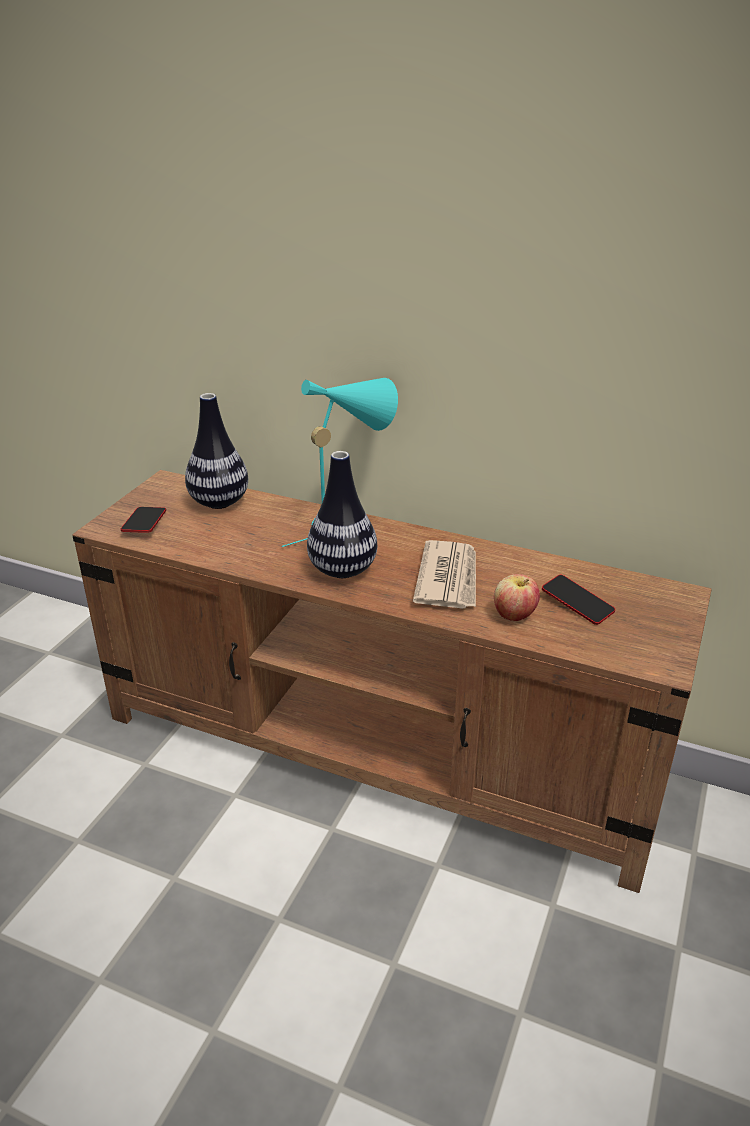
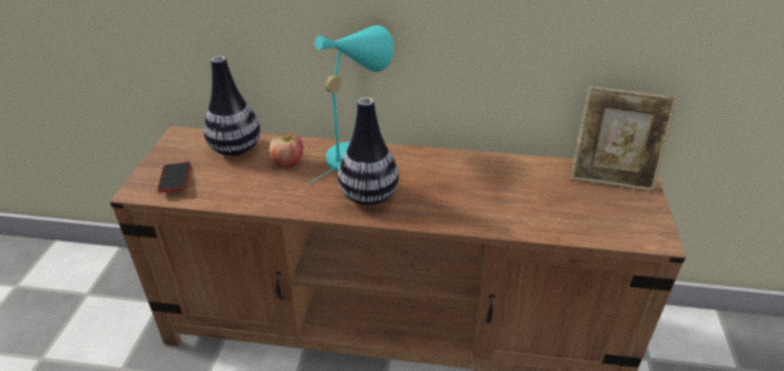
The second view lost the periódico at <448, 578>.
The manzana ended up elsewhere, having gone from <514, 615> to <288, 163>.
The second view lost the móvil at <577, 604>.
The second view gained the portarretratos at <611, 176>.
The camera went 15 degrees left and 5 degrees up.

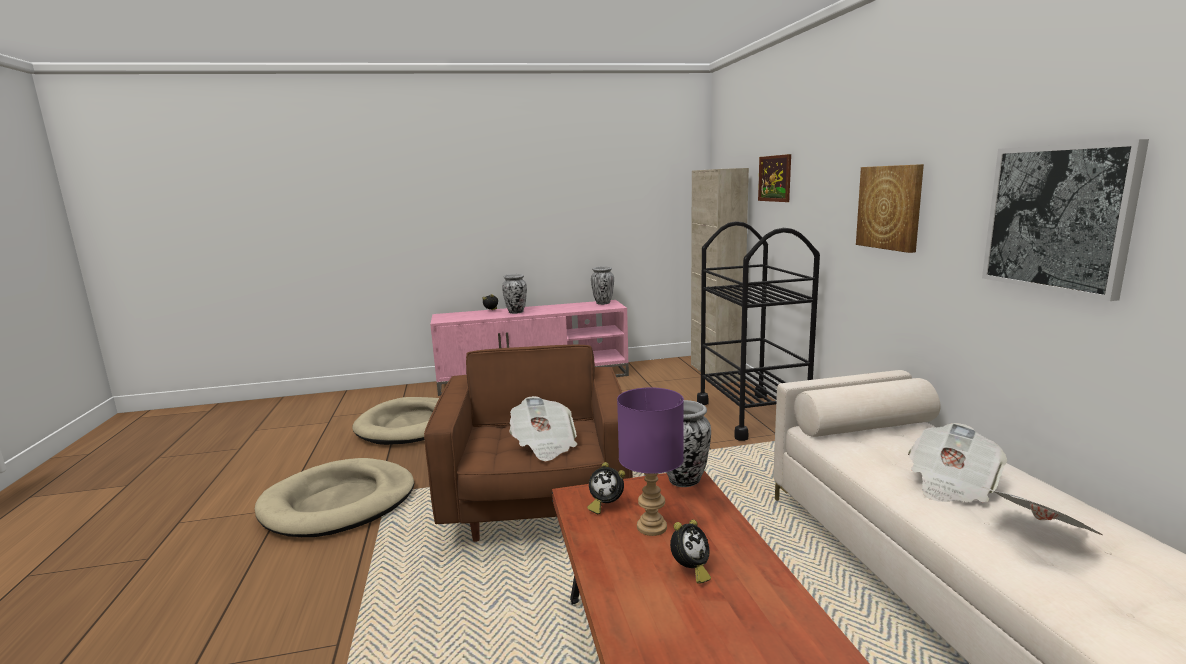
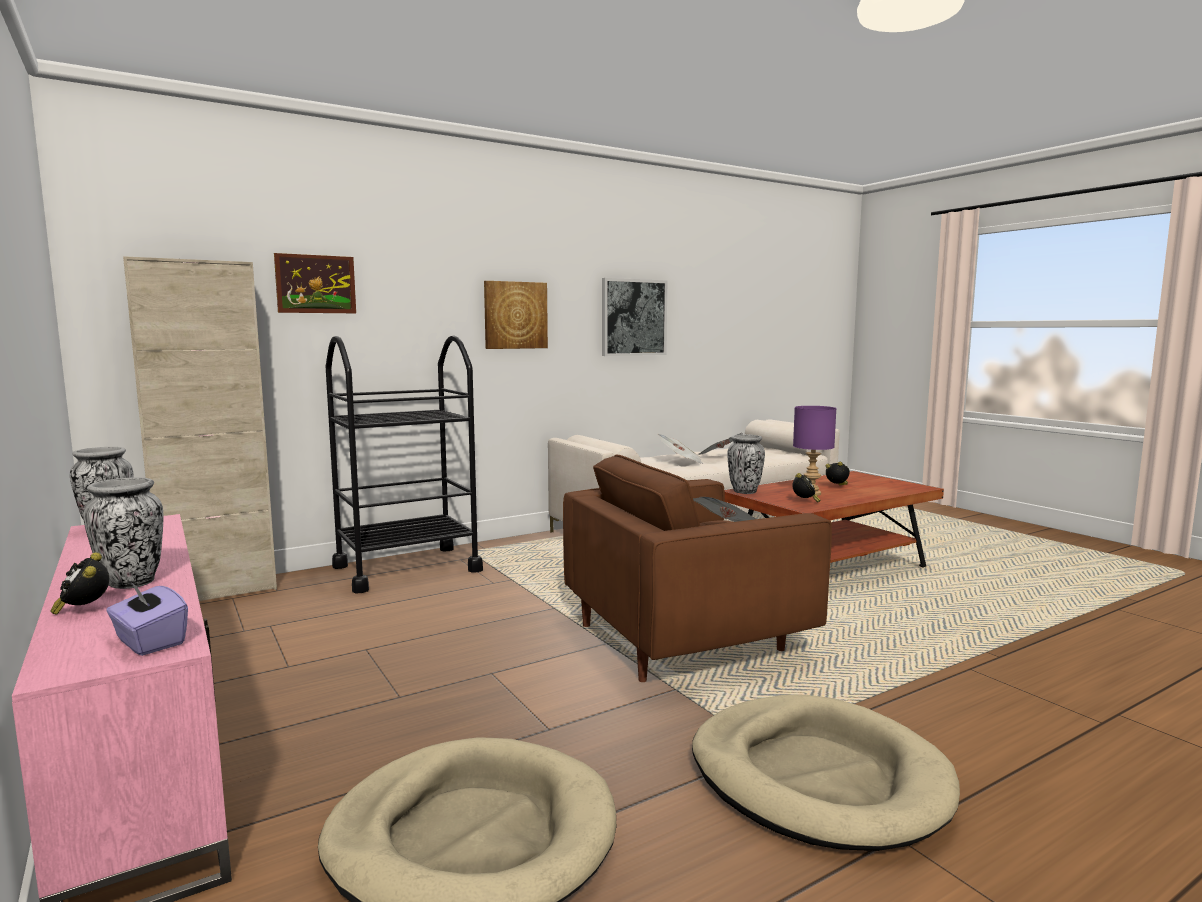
The second view gained the caja de pañuelos/morado at <149, 642>.
The camera went 110 degrees left and 5 degrees down.

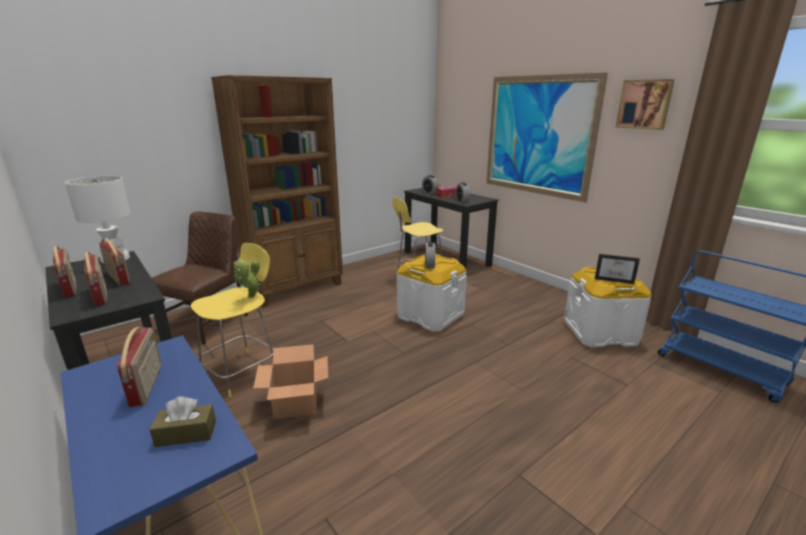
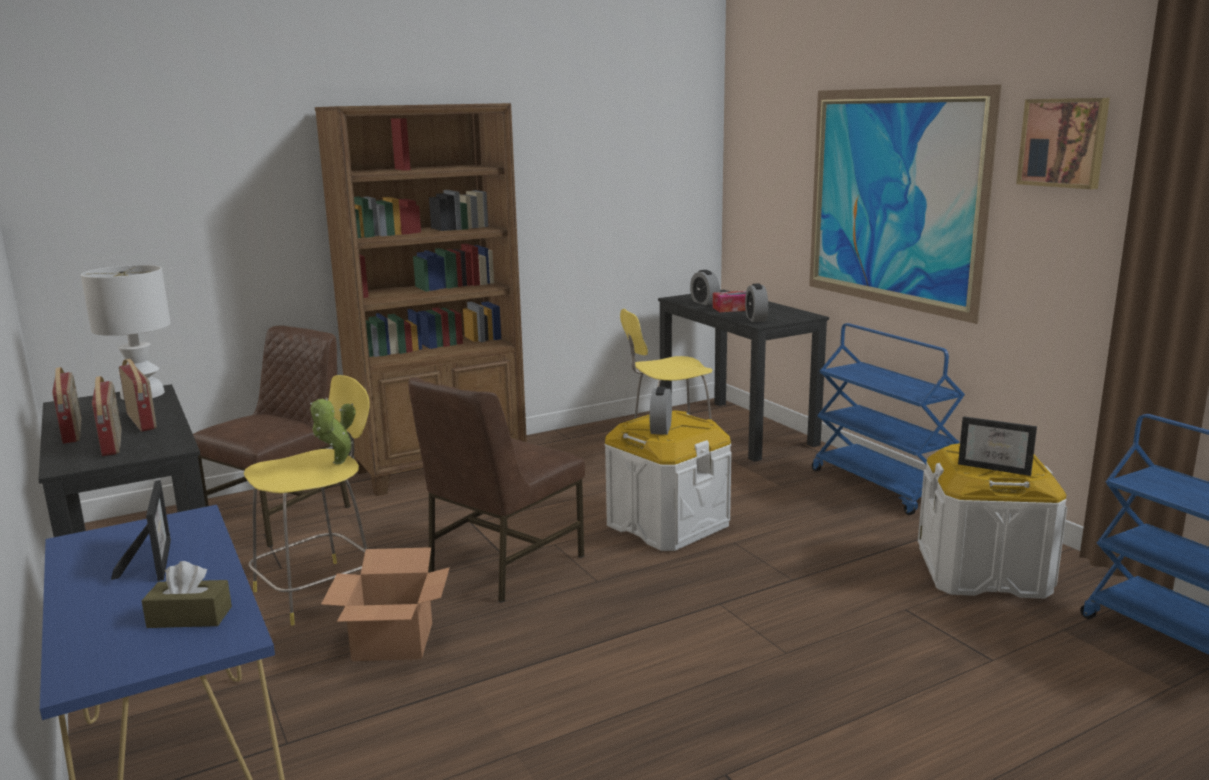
Where the radio stood at <147, 385>, the portarretratos came to stand at <154, 560>.
The second view gained the silla/marrón at <503, 565>.
The second view gained the carrito/azul at <882, 486>.
The camera went 10 degrees right and 5 degrees down.

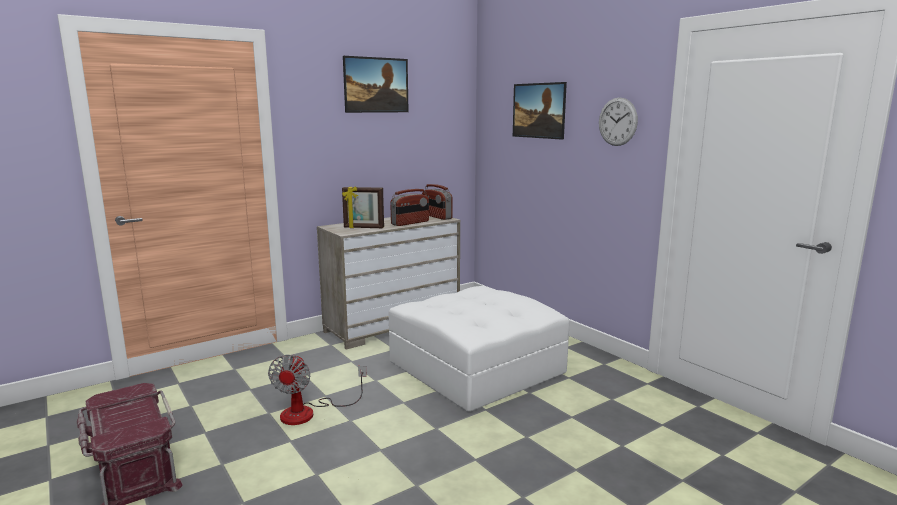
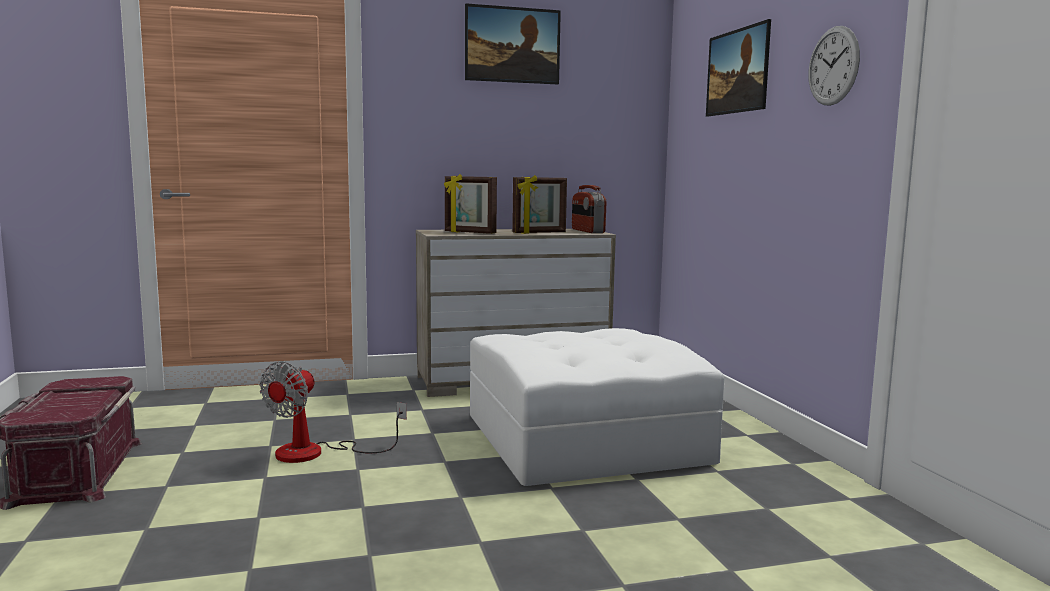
Where the radio stood at <410, 223>, the portarretratos came to stand at <539, 233>.
The camera went 20 degrees right and 5 degrees down.

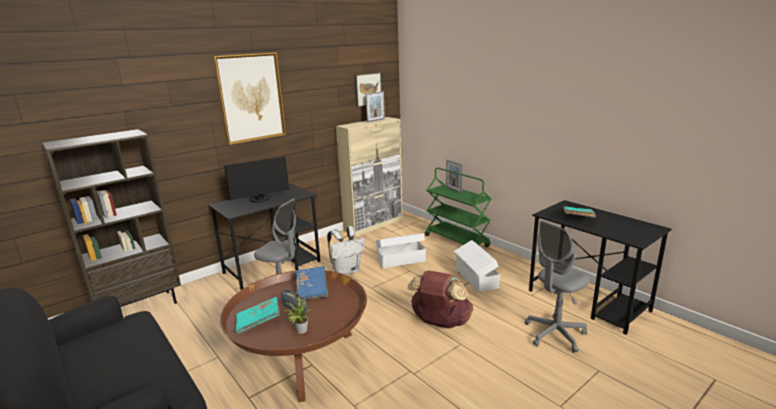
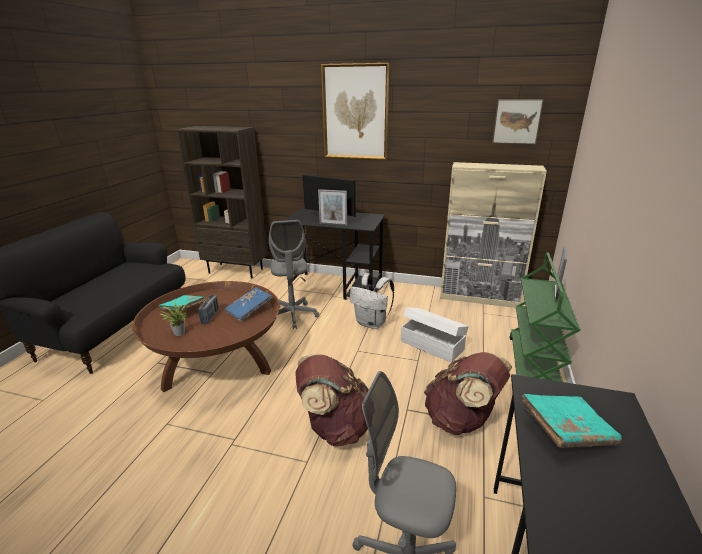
The portarretratos ended up elsewhere, having gone from <376, 120> to <333, 224>.
Where the caja de almacenaje/blanco stood at <476, 279>, the mochila/marrón came to stand at <461, 420>.
The camera went 55 degrees right and 5 degrees up.

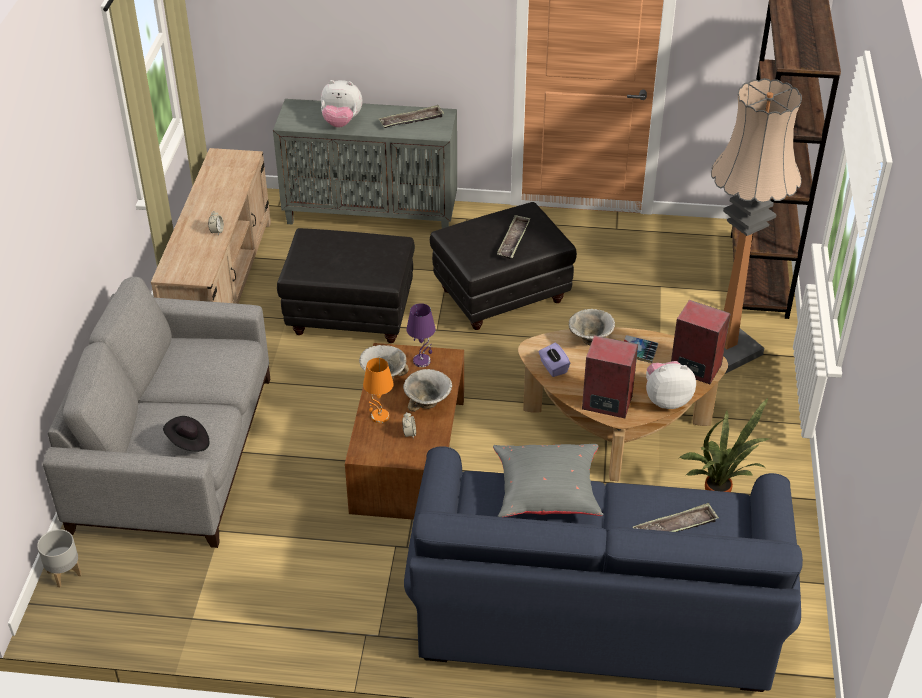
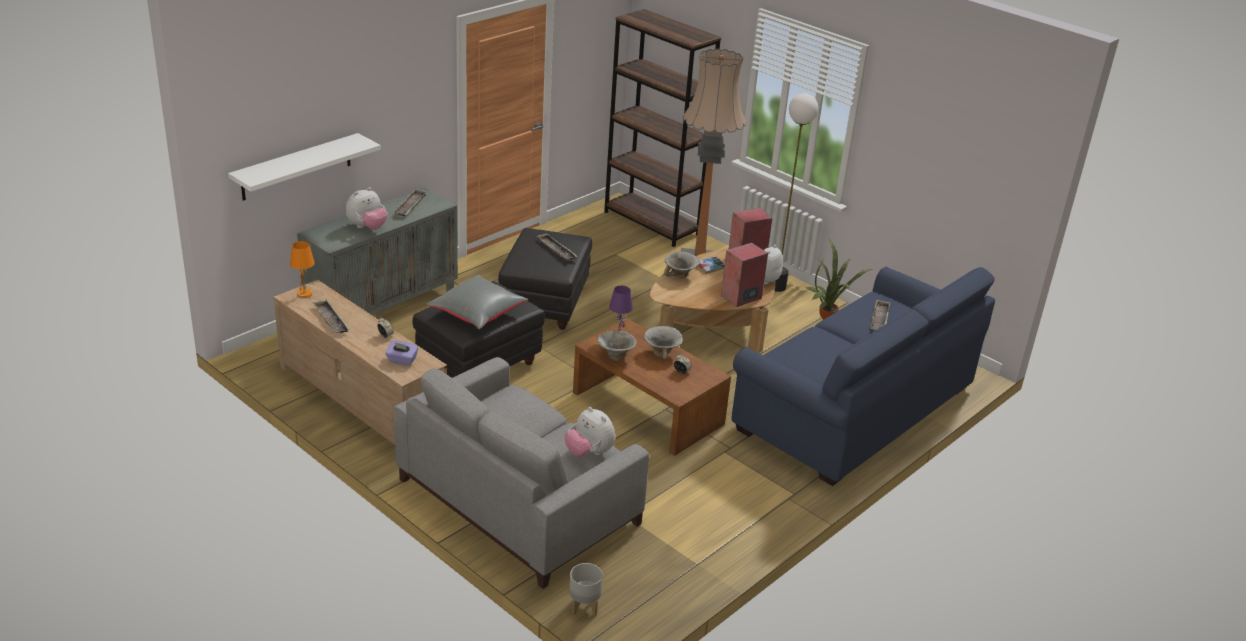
Where the sombrero/negro stood at <188, 443>, the peluche came to stand at <589, 453>.
The lámpara de mesa/naranja ended up elsewhere, having gone from <379, 417> to <304, 294>.
The cojín/gris ended up elsewhere, having gone from <547, 494> to <478, 315>.
The caja de pañuelos/morado ended up elsewhere, having gone from <553, 367> to <402, 360>.
The second view gained the estante/blanco at <296, 167>.
The second view gained the bandeja at <331, 320>.
The second view gained the lámpara de pie at <777, 287>.
The camera went 55 degrees left and 10 degrees down.

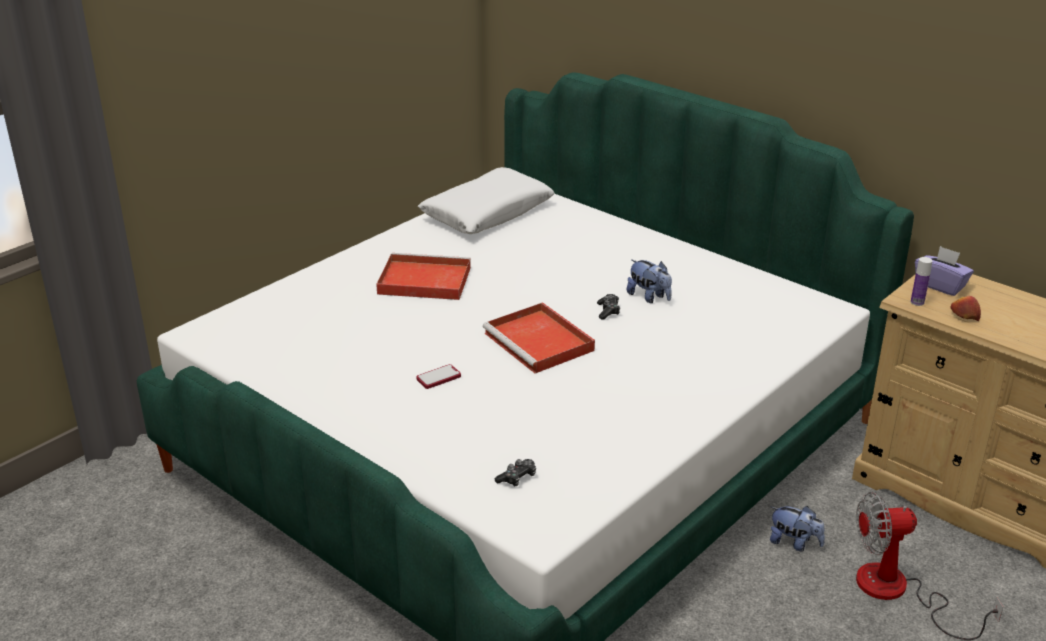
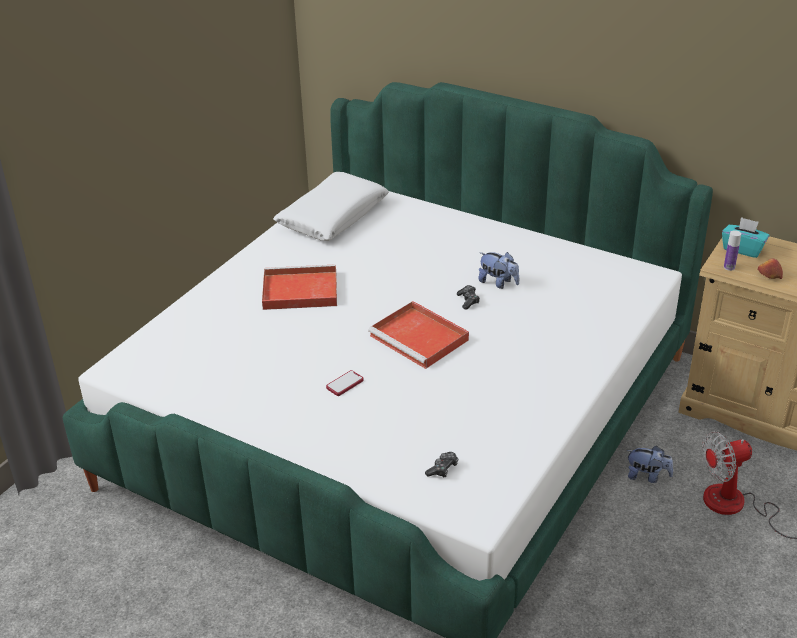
What was the caja de pañuelos/morado at <940, 285> turned into the caja de pañuelos/turquesa at <743, 249>.
The camera went 10 degrees left and 5 degrees up.

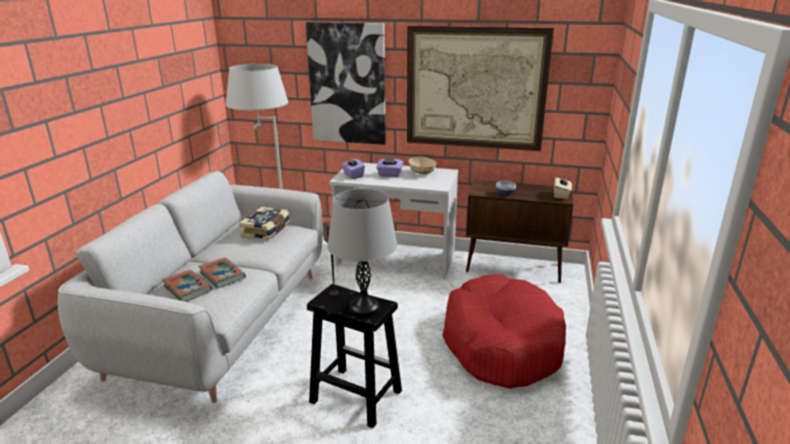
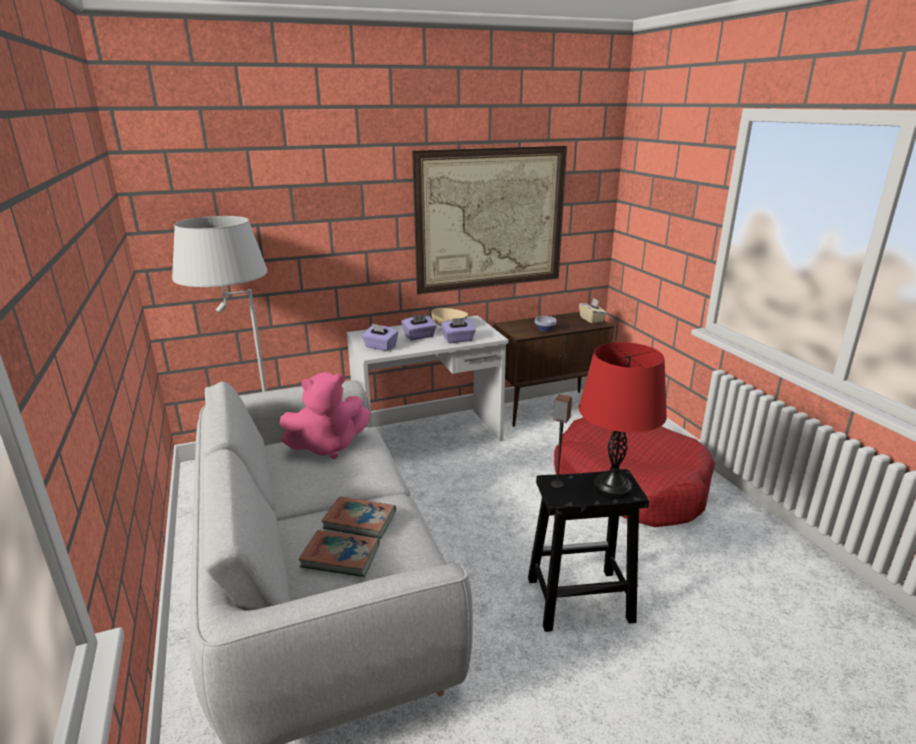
Where the libro stood at <267, 231>, the peluche/rosa came to stand at <328, 446>.
The second view lost the cuadro at <347, 84>.
What was the lámpara de mesa/gris at <364, 308> turned into the lámpara de mesa/rojo at <612, 488>.
The second view gained the caja de pañuelos/morado at <458, 340>.
The camera went 35 degrees left and 0 degrees up.

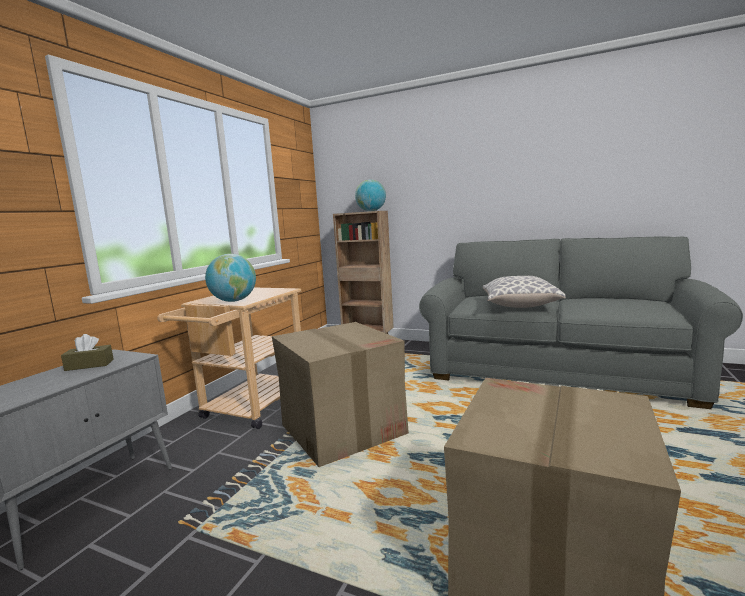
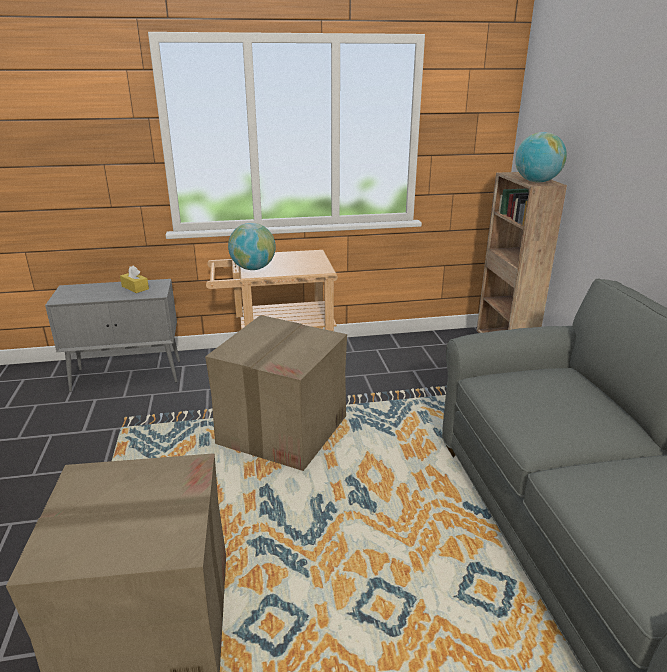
What was the caja de pañuelos/marrón at <89, 365> turned into the caja de pañuelos/amarillo at <135, 288>.
The second view lost the cojín at <520, 306>.
The camera went 55 degrees right and 15 degrees up.

